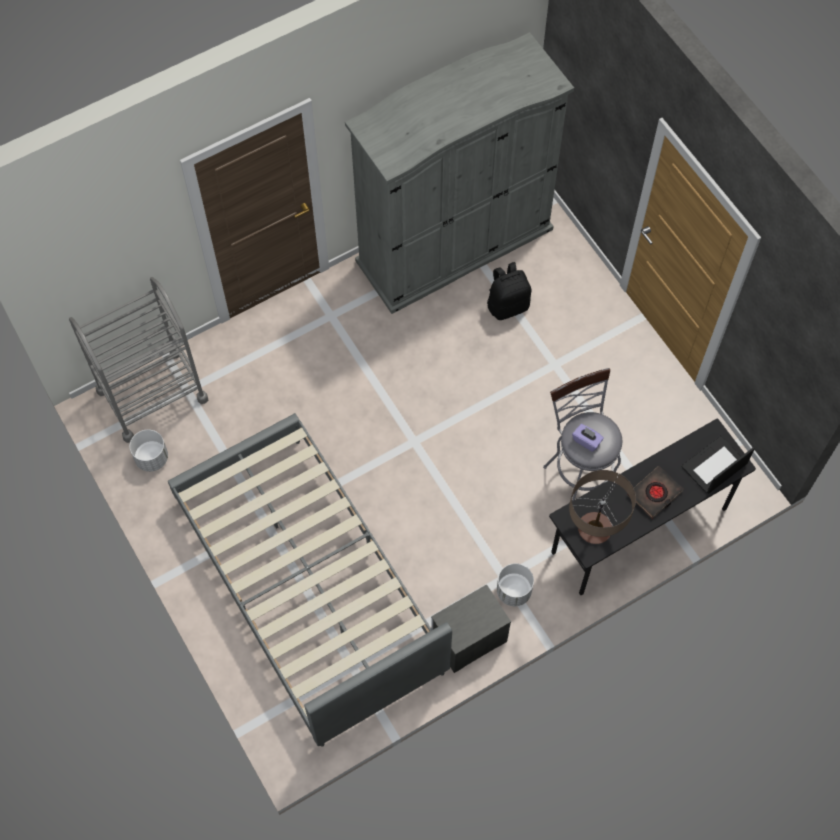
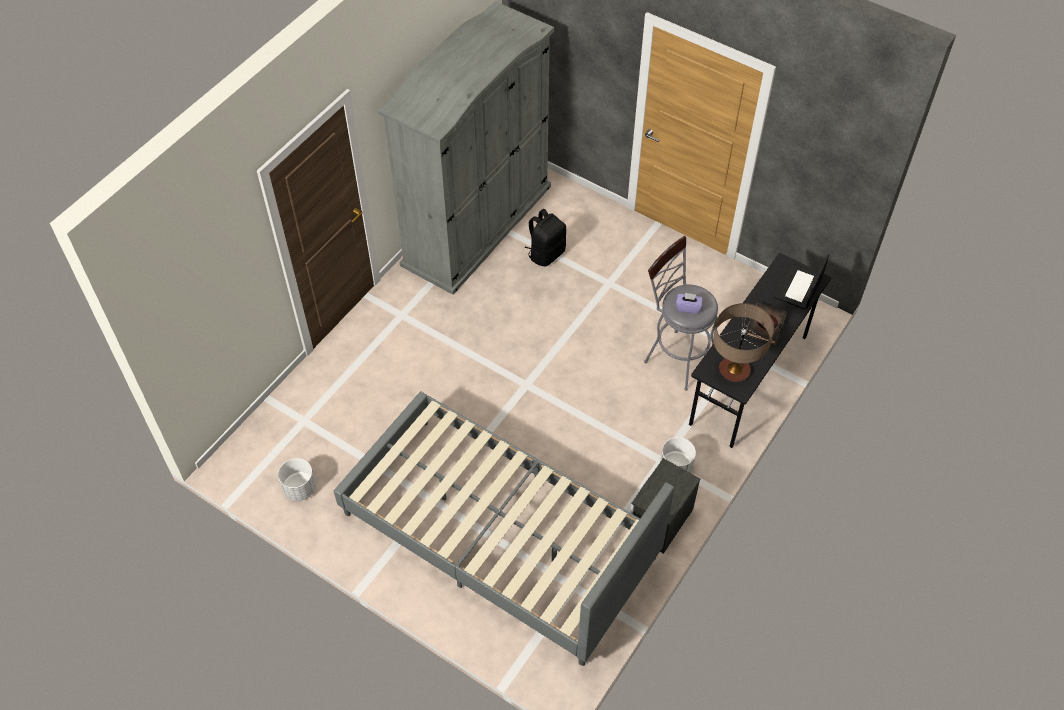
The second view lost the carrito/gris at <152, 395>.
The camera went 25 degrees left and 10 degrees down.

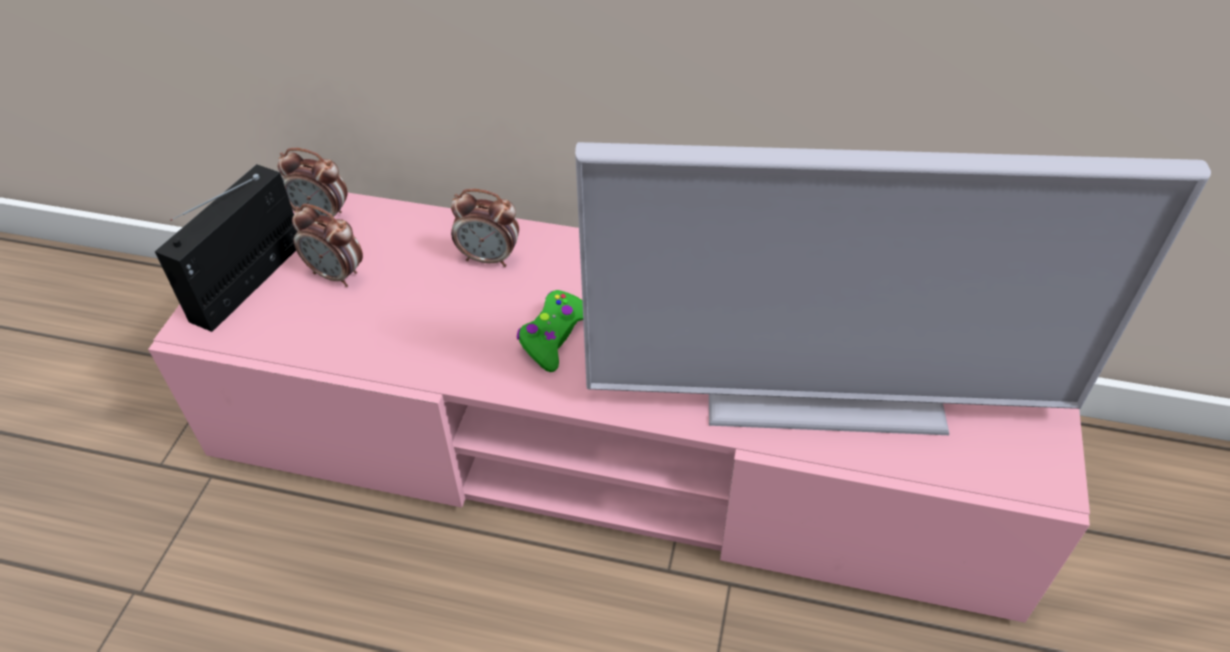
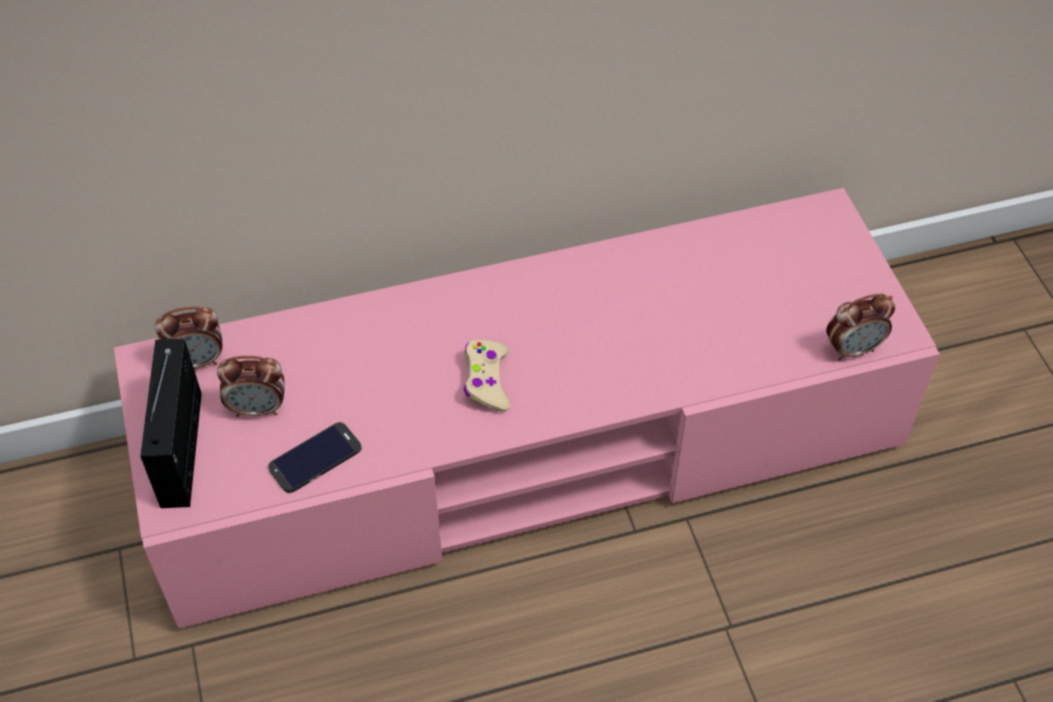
The despertador ended up elsewhere, having gone from <489, 258> to <853, 349>.
What was the mando de consola/verde at <555, 337> turned into the mando de consola/beis at <487, 381>.
The second view lost the televisor at <824, 396>.
The second view gained the móvil at <315, 458>.
The camera went 30 degrees left and 5 degrees up.

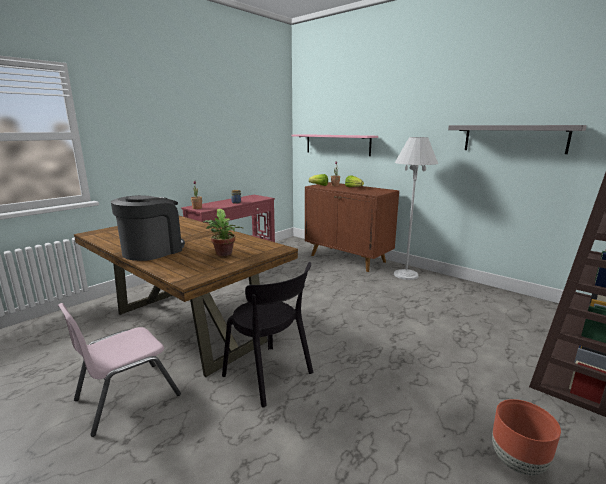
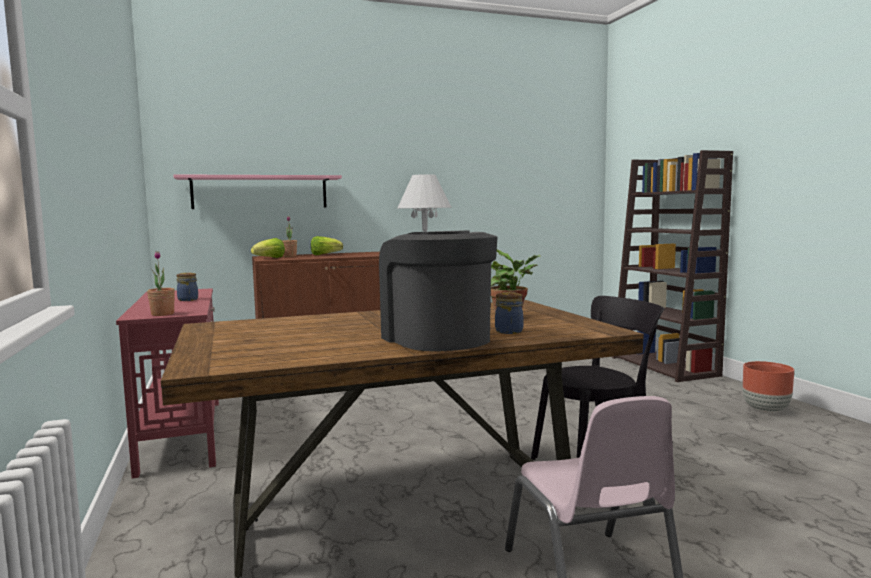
The second view lost the estante/gris at <514, 138>.
The second view gained the tarro at <509, 331>.
The camera went 60 degrees left and 10 degrees down.

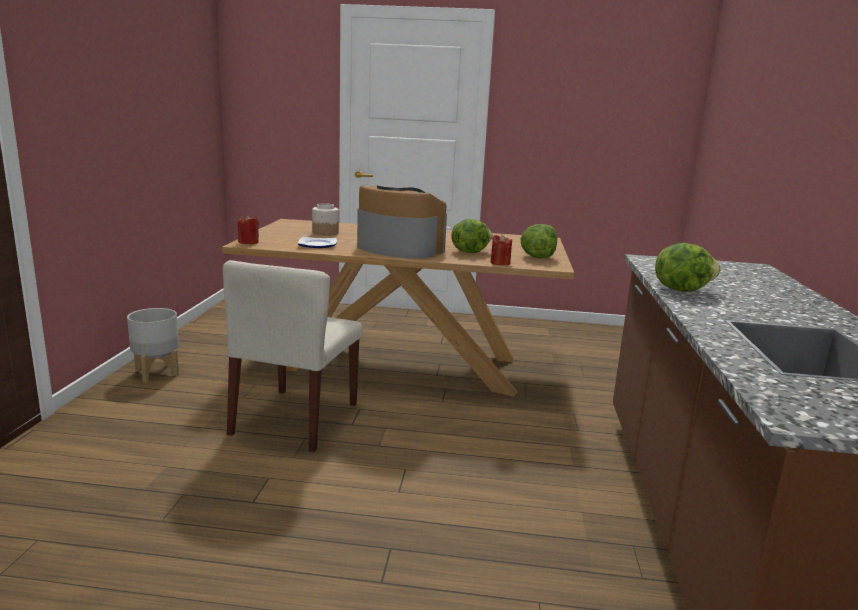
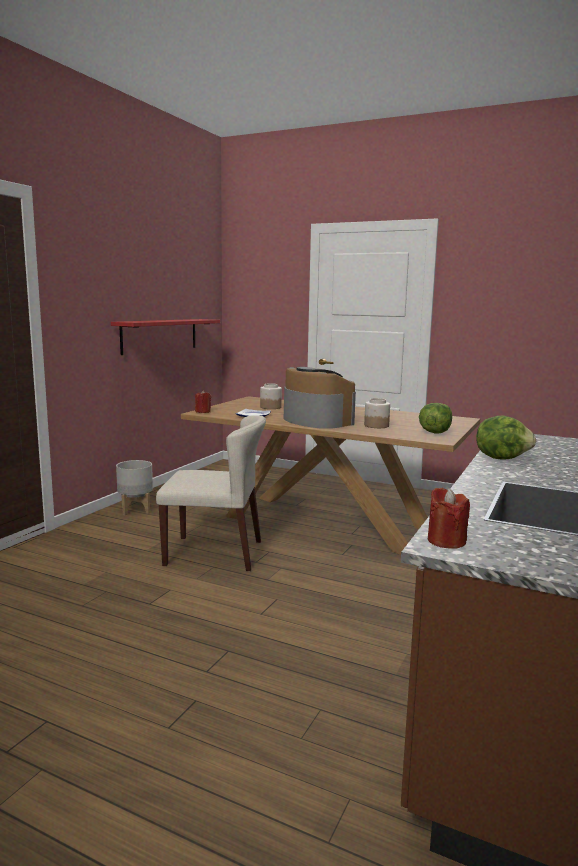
The silla/beis at <295, 419> ended up facing another way, 120 degrees counterclockwise from before.
Where the lechuga stood at <469, 252>, the tarro came to stand at <376, 425>.
The vela/rojo ended up elsewhere, having gone from <500, 263> to <446, 541>.
The second view gained the estante/rojo at <160, 335>.
The camera went 20 degrees right and 5 degrees down.

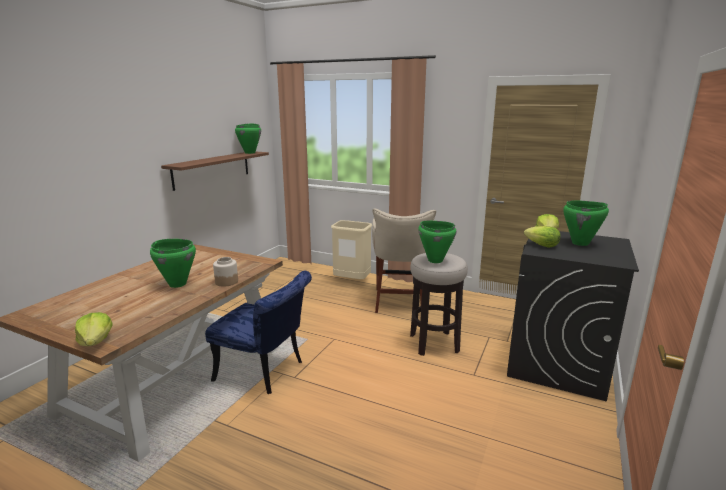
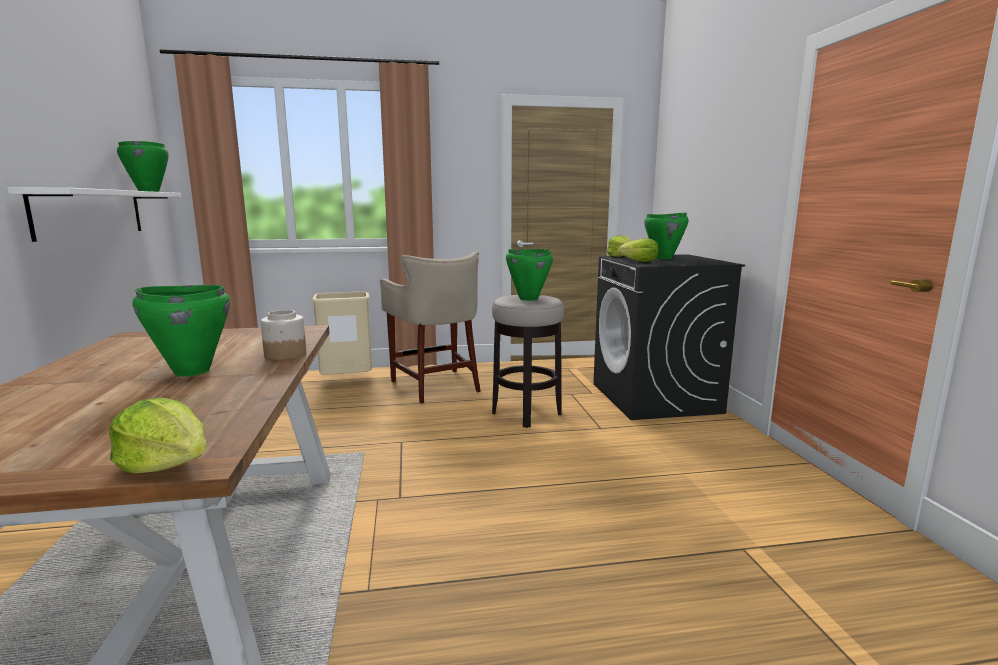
What was the estante/marrón at <212, 169> turned into the estante/blanco at <91, 213>.
The second view lost the silla/azul at <266, 372>.
The camera went 35 degrees left and 5 degrees down.

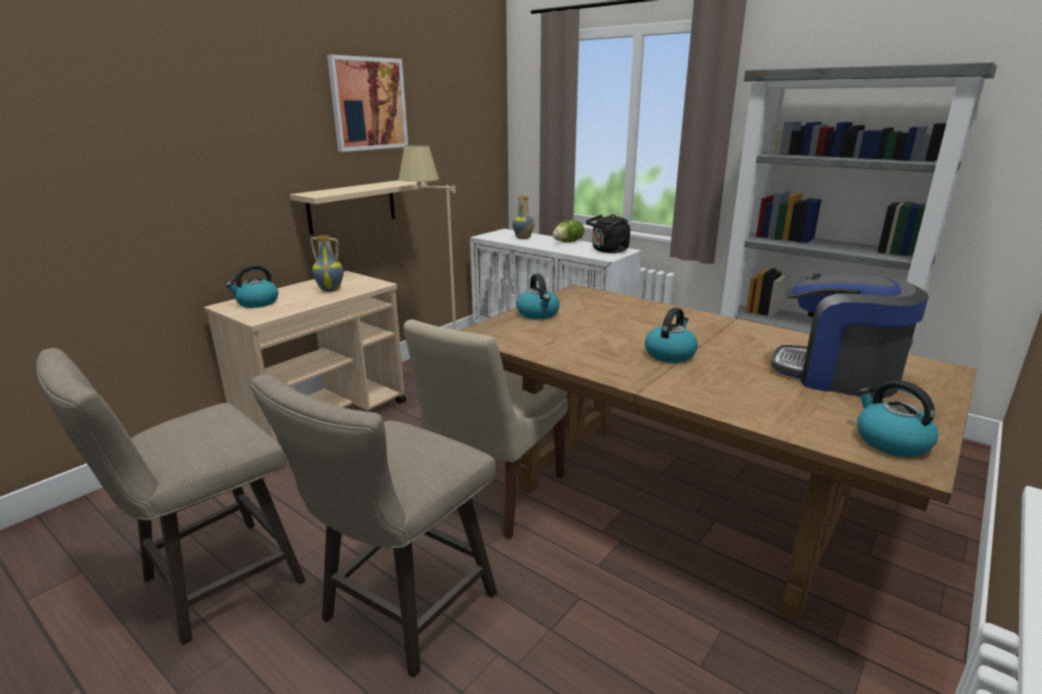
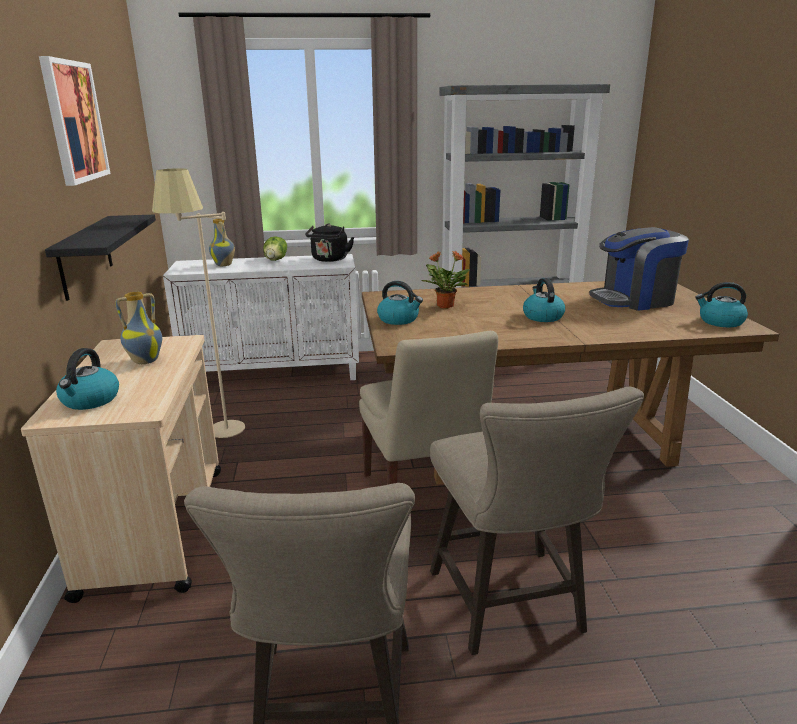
What was the estante/beis at <352, 206> turned into the estante/negro at <85, 256>.
The second view gained the planta en maceta at <444, 306>.
The camera went 45 degrees left and 0 degrees up.

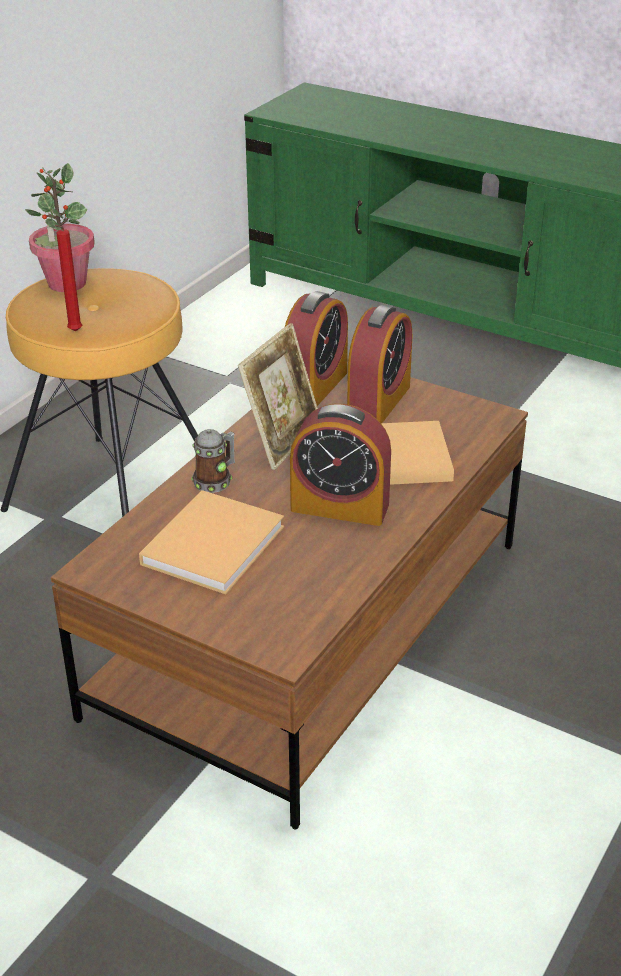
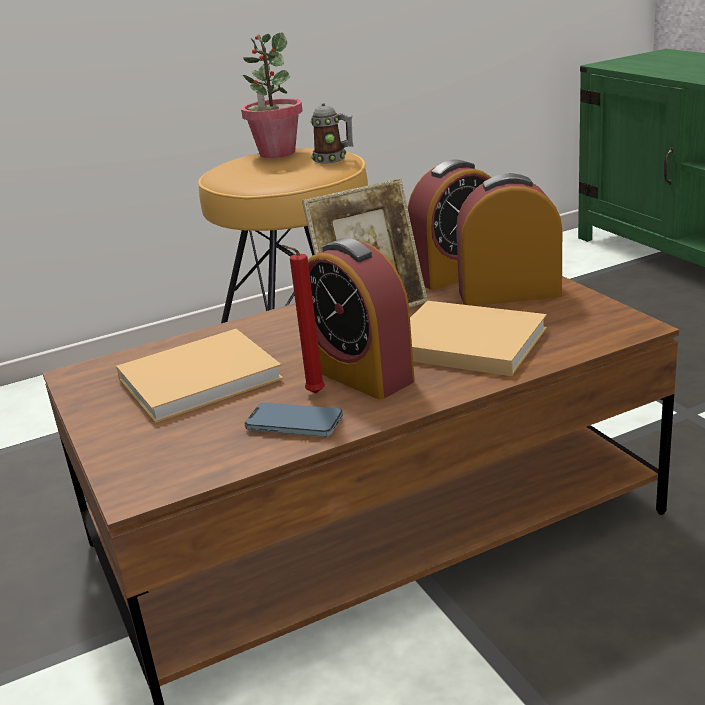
The vela/rojo ended up elsewhere, having gone from <74, 332> to <312, 394>.
The taza grande ended up elsewhere, having gone from <216, 480> to <333, 158>.
The despertador at <379, 401> ended up facing another way, 150 degrees counterclockwise from before.
The second view gained the móvil at <294, 424>.
The camera went 35 degrees right and 10 degrees down.

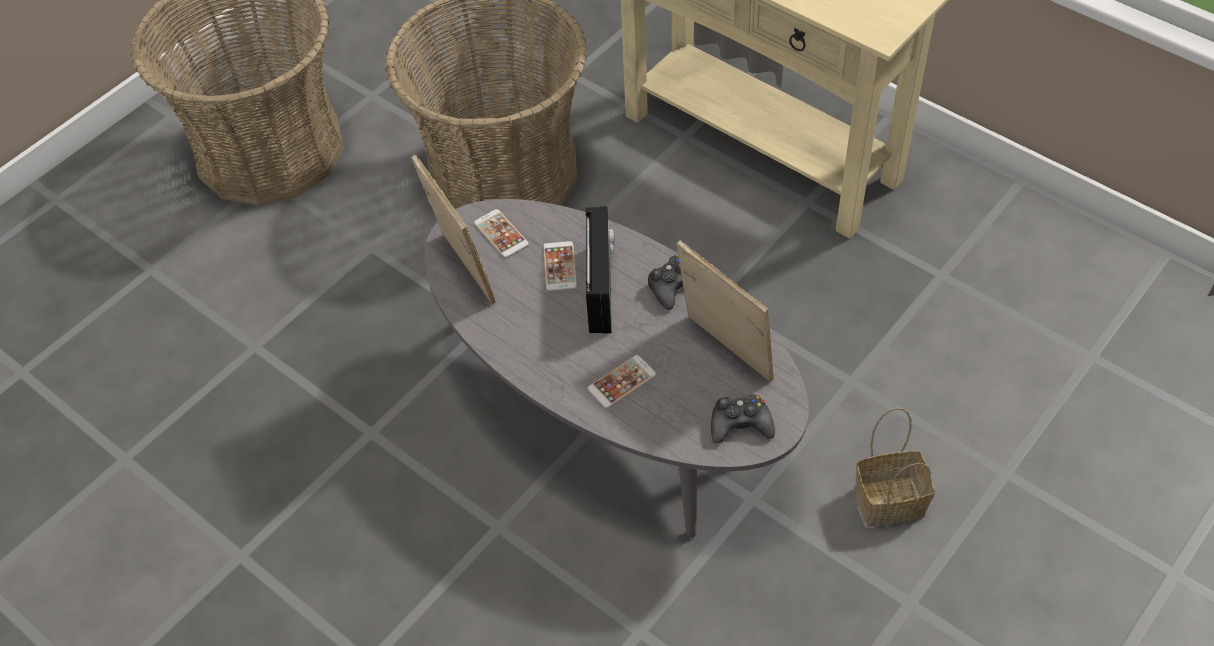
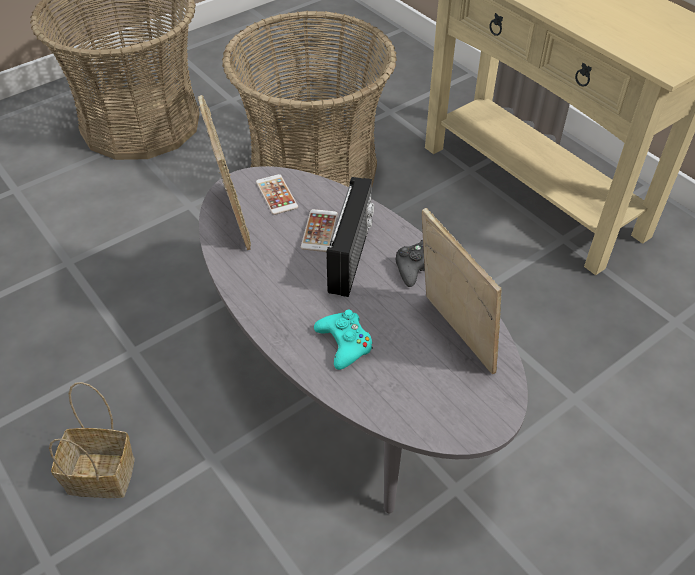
Where the móvil stood at <622, 382>, the mando de consola/turquesa came to stand at <344, 344>.
The second view lost the mando de consola/negro at <740, 424>.
The cesta ended up elsewhere, having gone from <891, 500> to <104, 474>.
The camera went 10 degrees right and 5 degrees down.

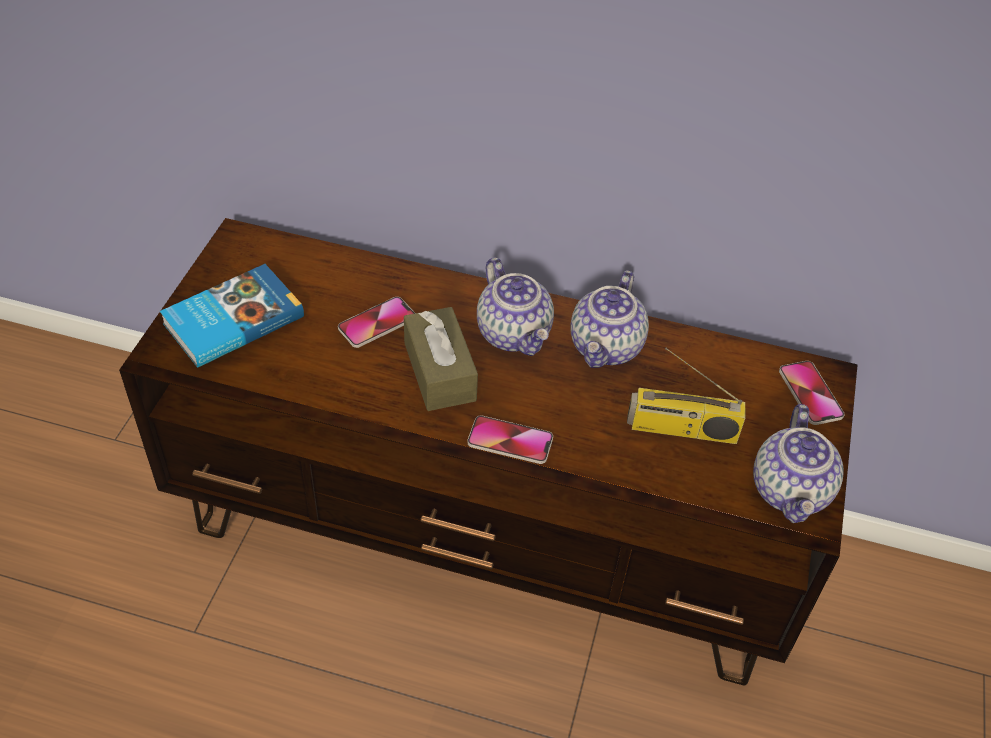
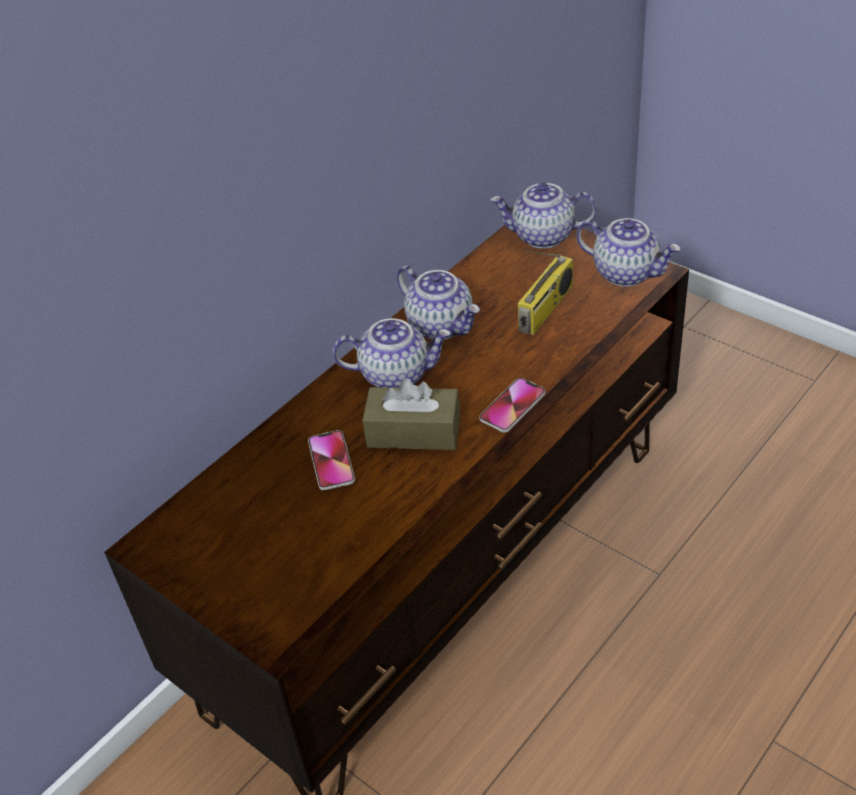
The second view lost the libro at <232, 319>.
Where the móvil stood at <810, 394>, the tetera came to stand at <543, 236>.
The camera went 60 degrees left and 5 degrees down.

